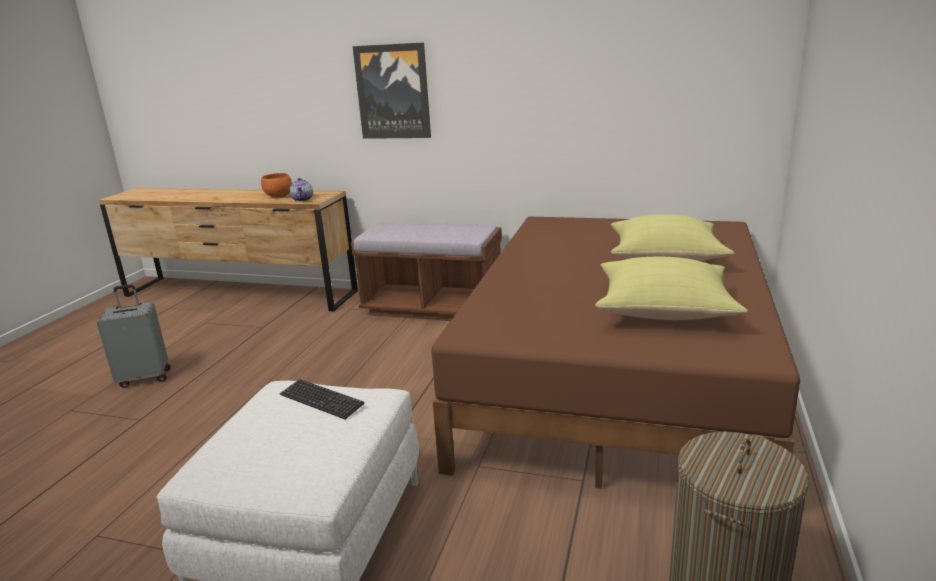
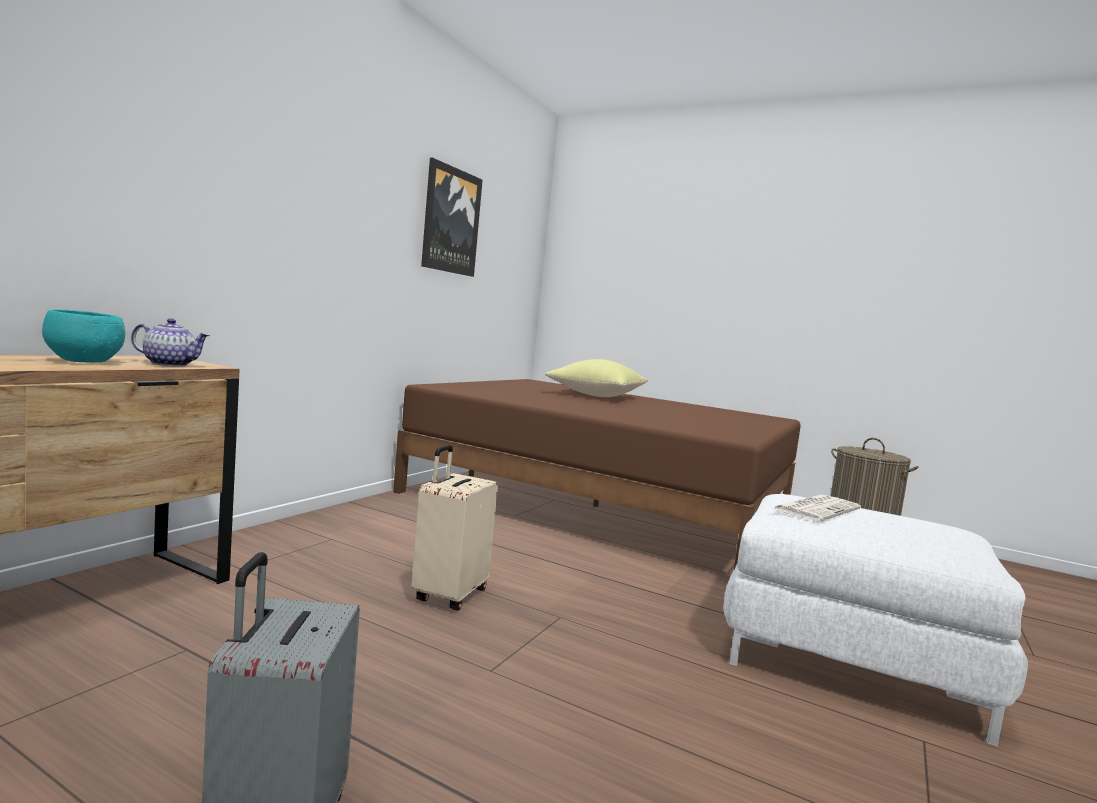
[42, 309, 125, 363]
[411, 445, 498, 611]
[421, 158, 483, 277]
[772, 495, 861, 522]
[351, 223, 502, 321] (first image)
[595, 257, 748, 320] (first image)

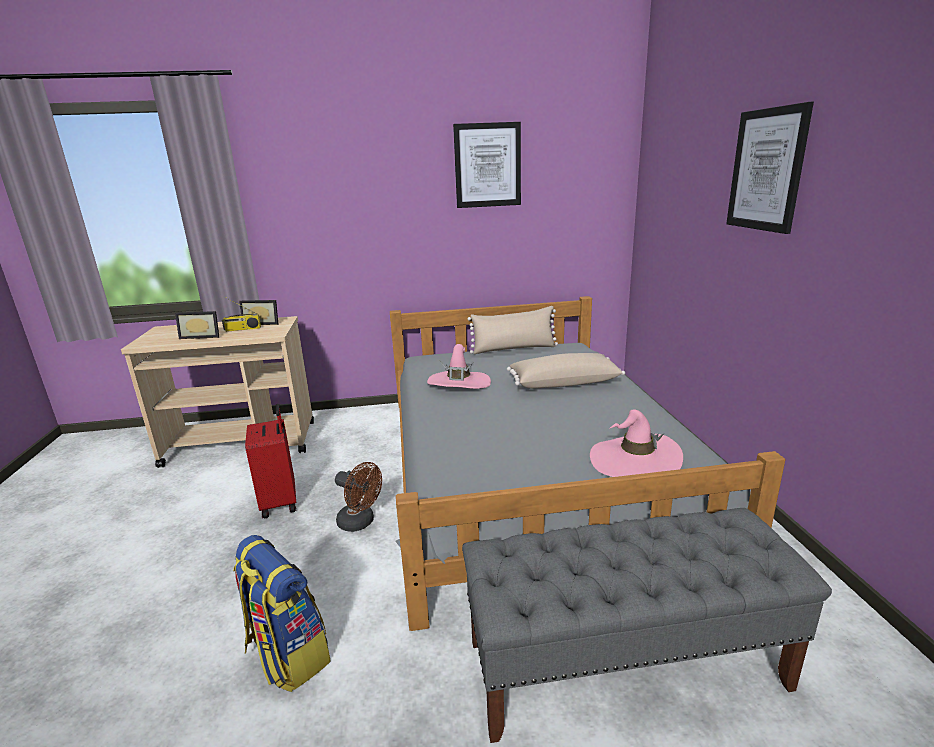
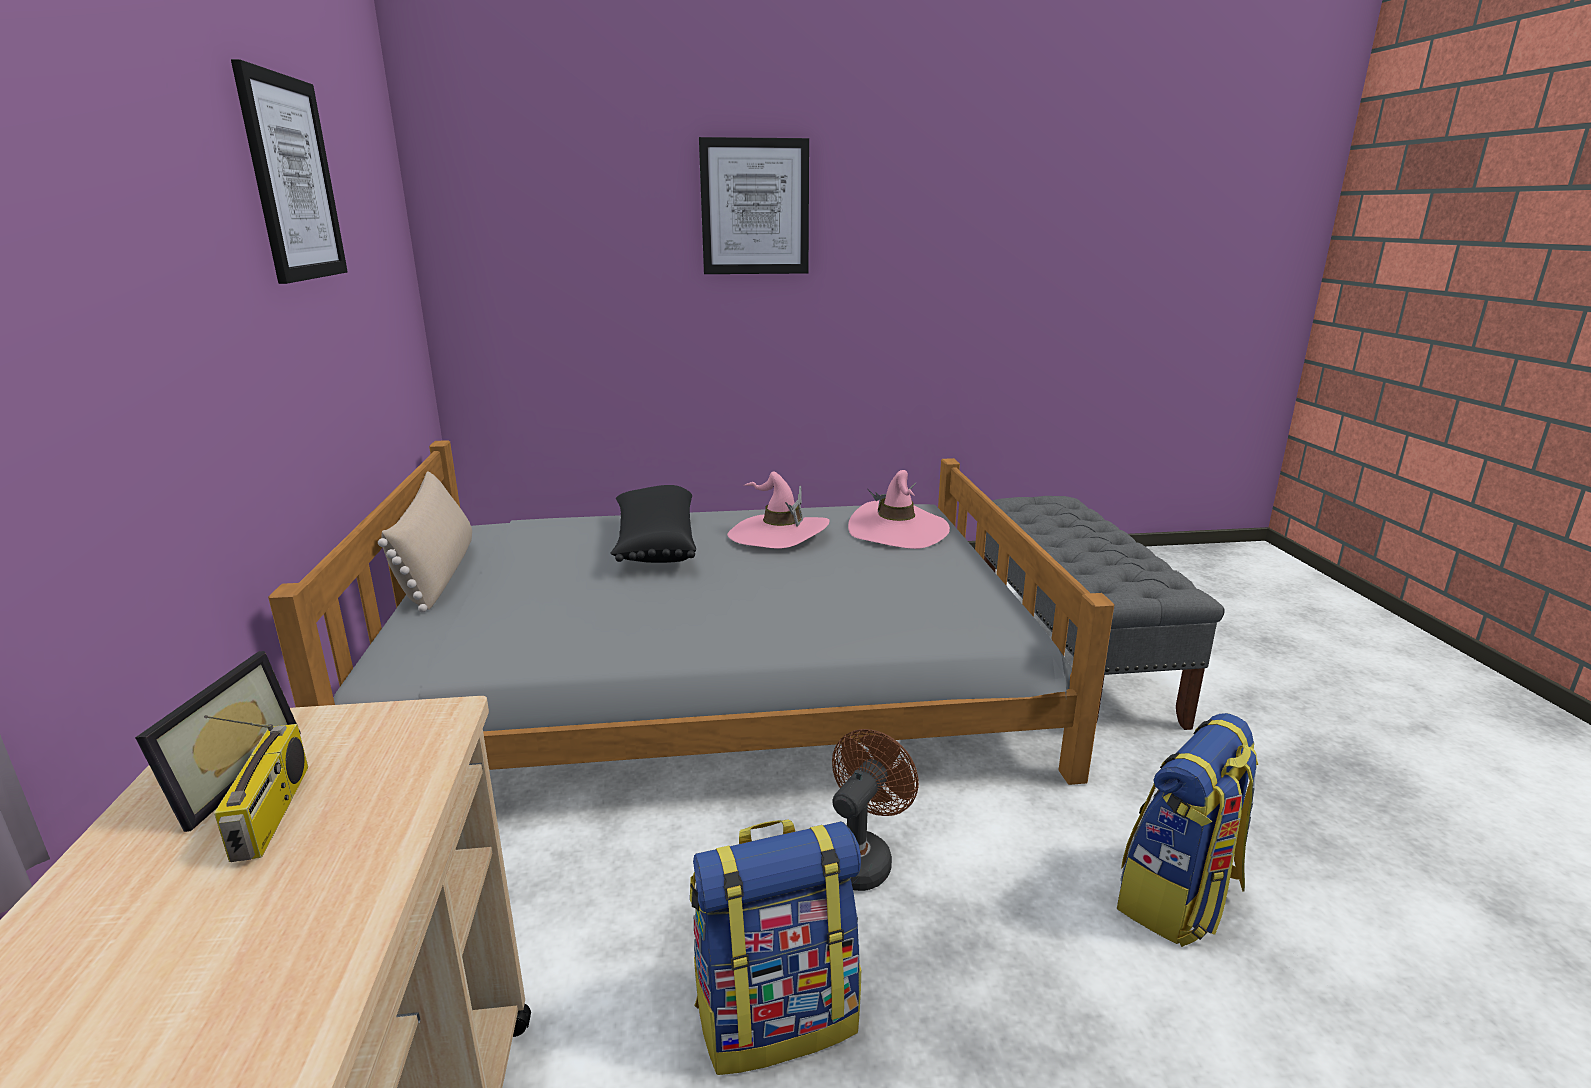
[610, 485, 696, 563]
[690, 819, 861, 1075]
[727, 472, 830, 549]
[175, 311, 219, 339] (first image)

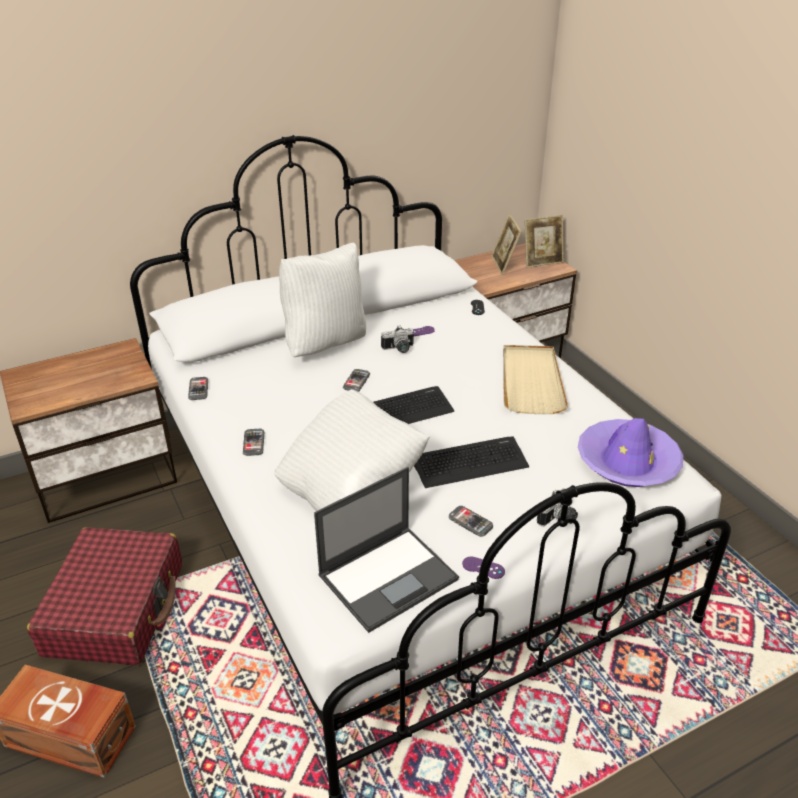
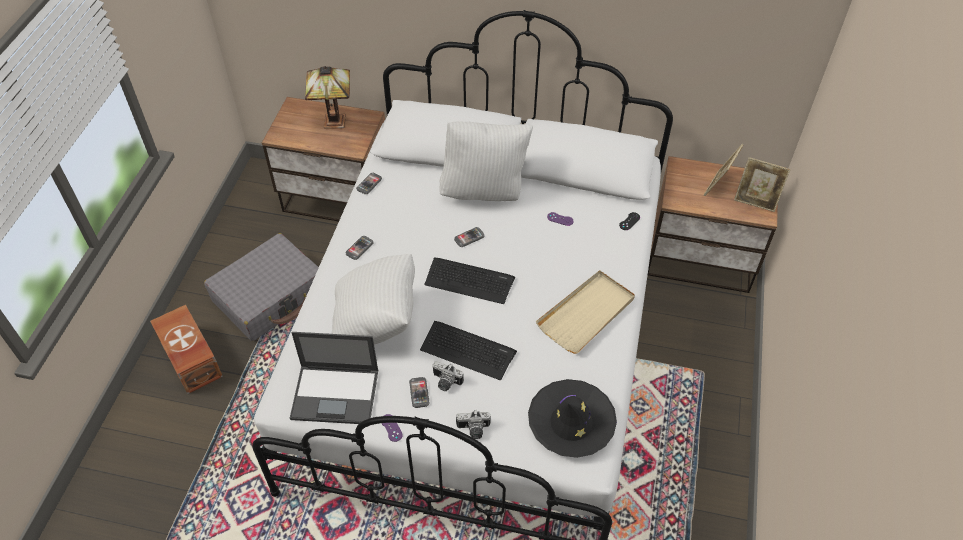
[204, 233, 319, 341]
[305, 66, 350, 129]
[433, 361, 464, 391]
[528, 379, 617, 458]

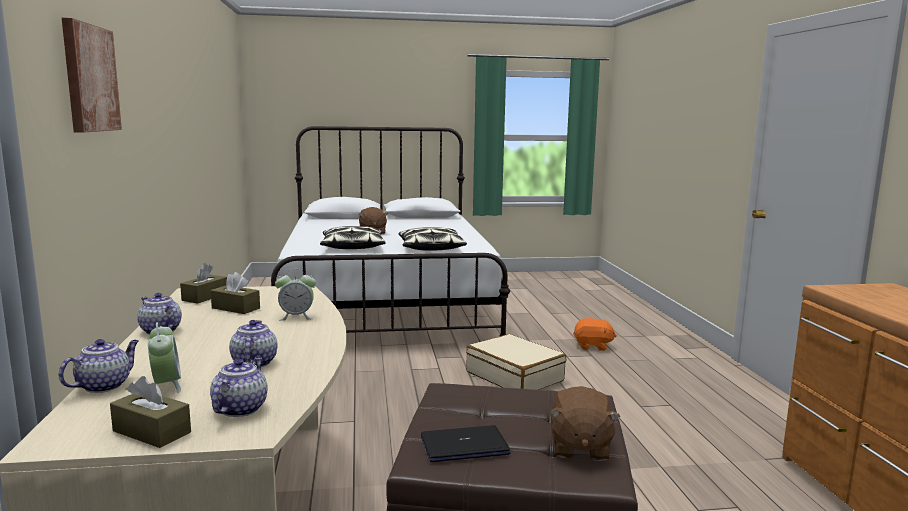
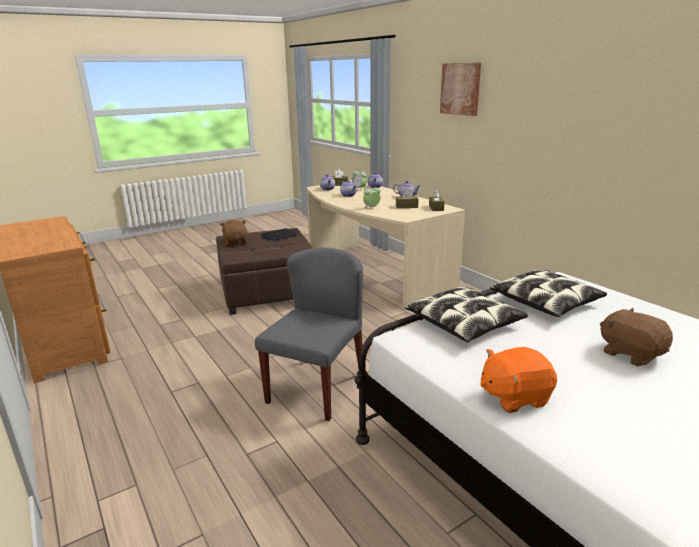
[255, 247, 363, 421]
[480, 347, 557, 413]

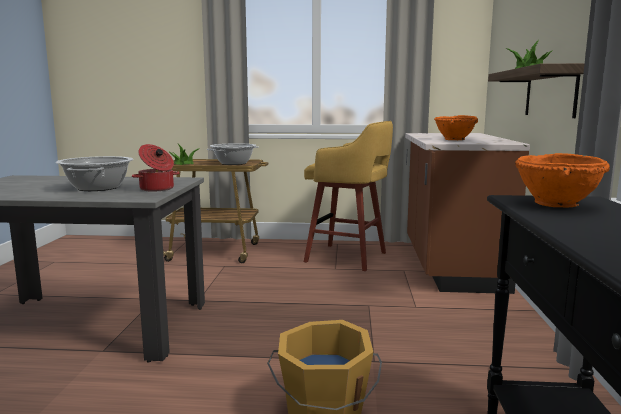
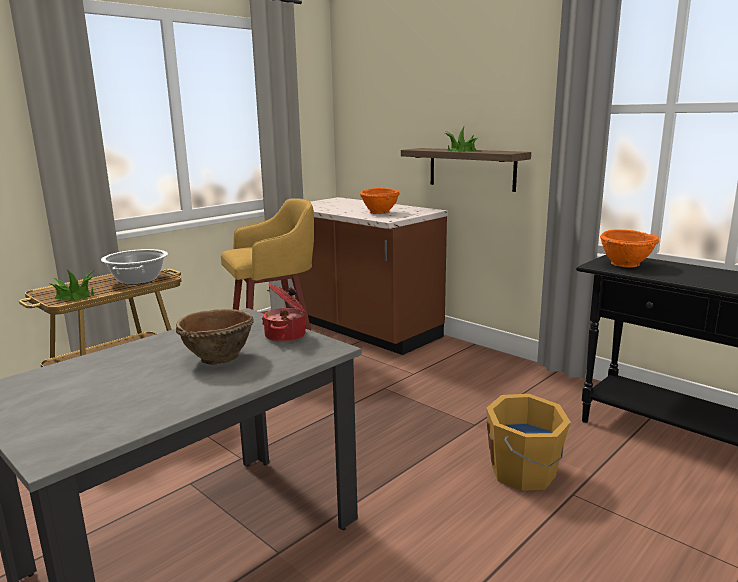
[176, 309, 254, 365]

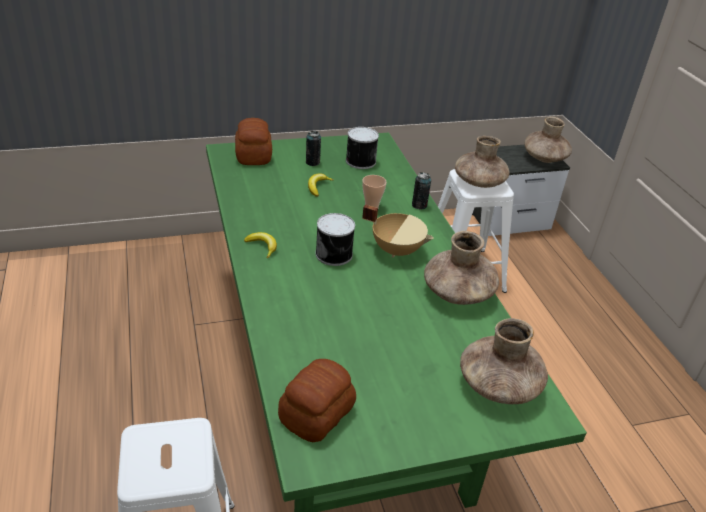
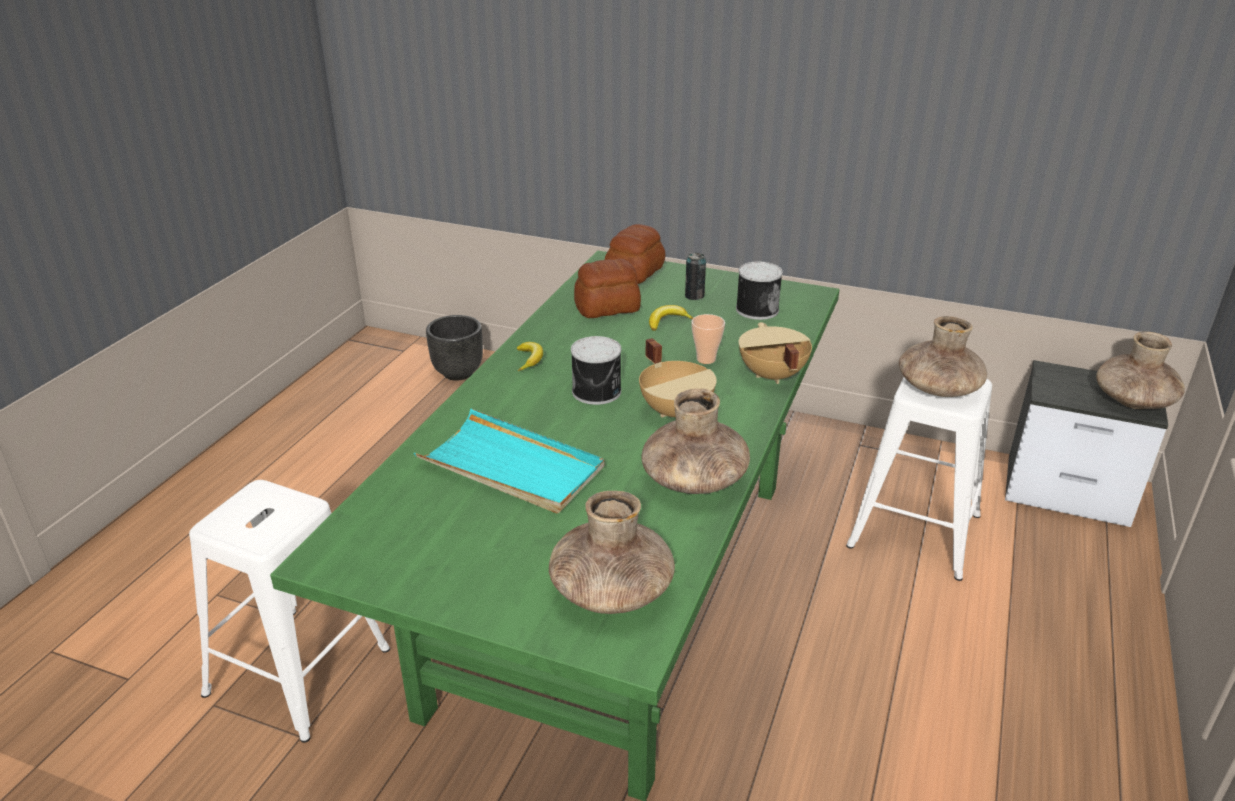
[414, 409, 604, 513]
[426, 315, 483, 381]
[574, 259, 641, 318]
[738, 322, 812, 384]

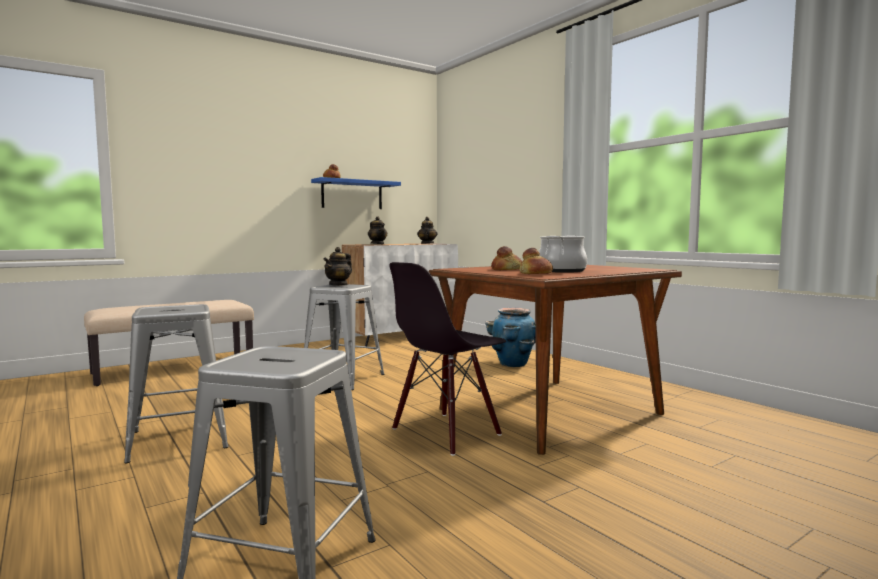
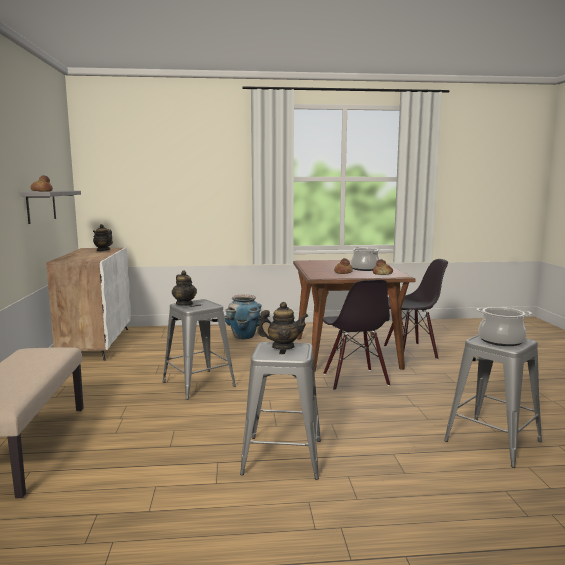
[21, 191, 81, 224]
[257, 302, 309, 350]
[384, 259, 448, 360]
[476, 307, 532, 346]

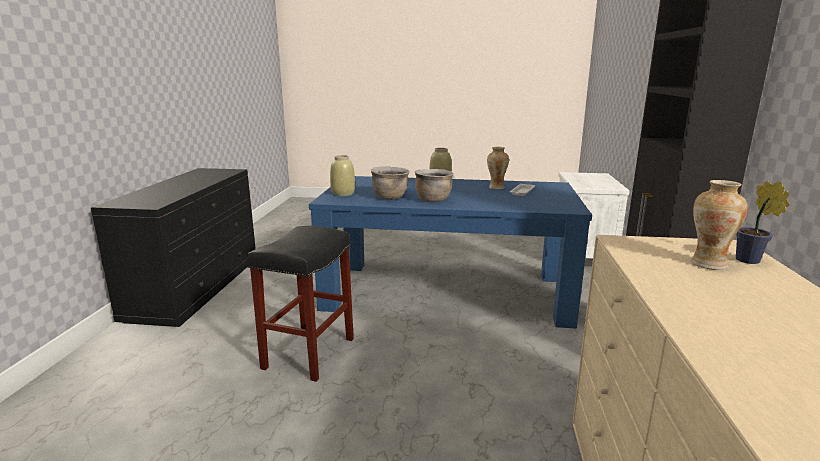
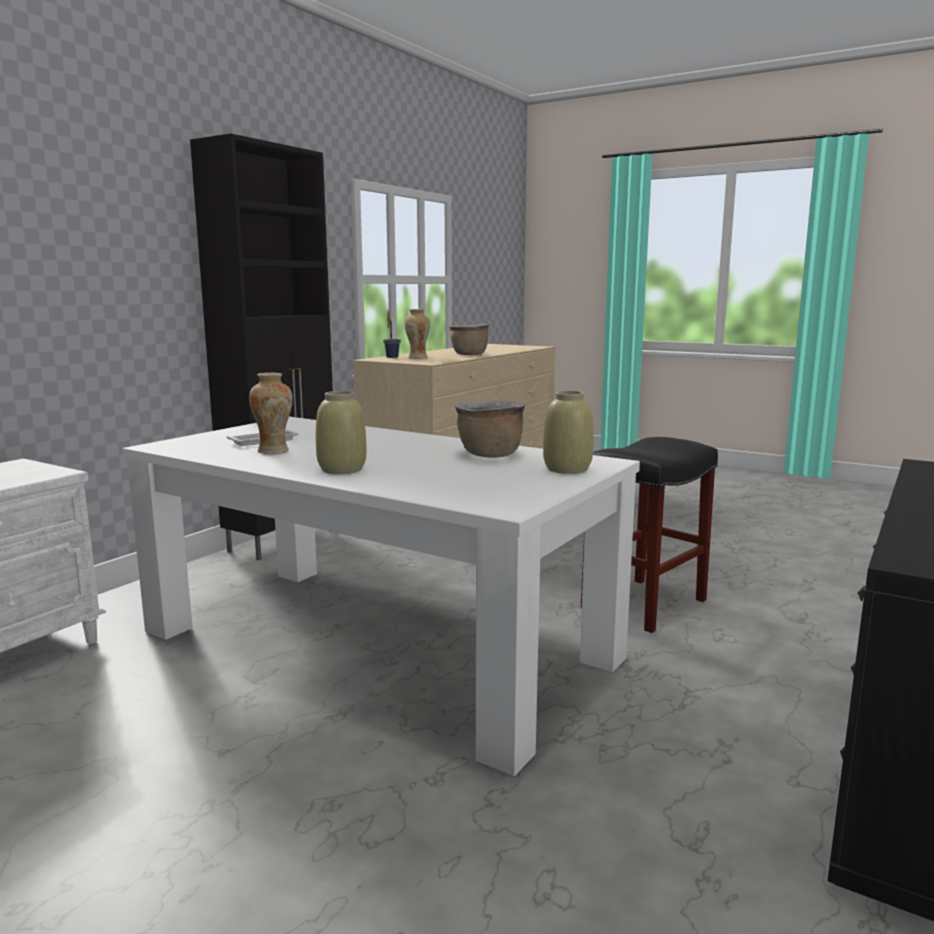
[122, 417, 640, 776]
[449, 324, 489, 355]

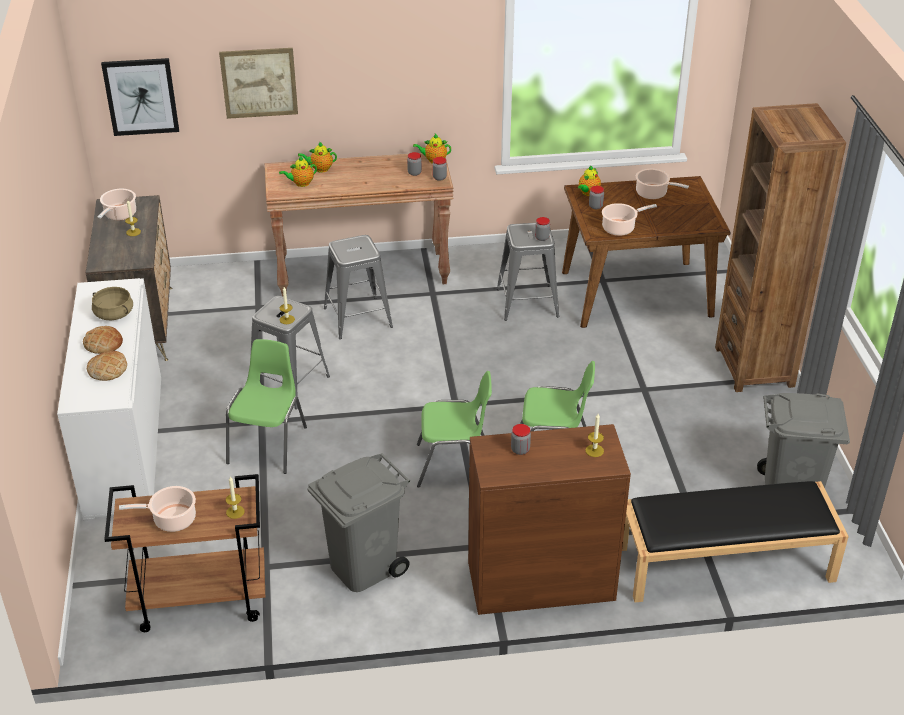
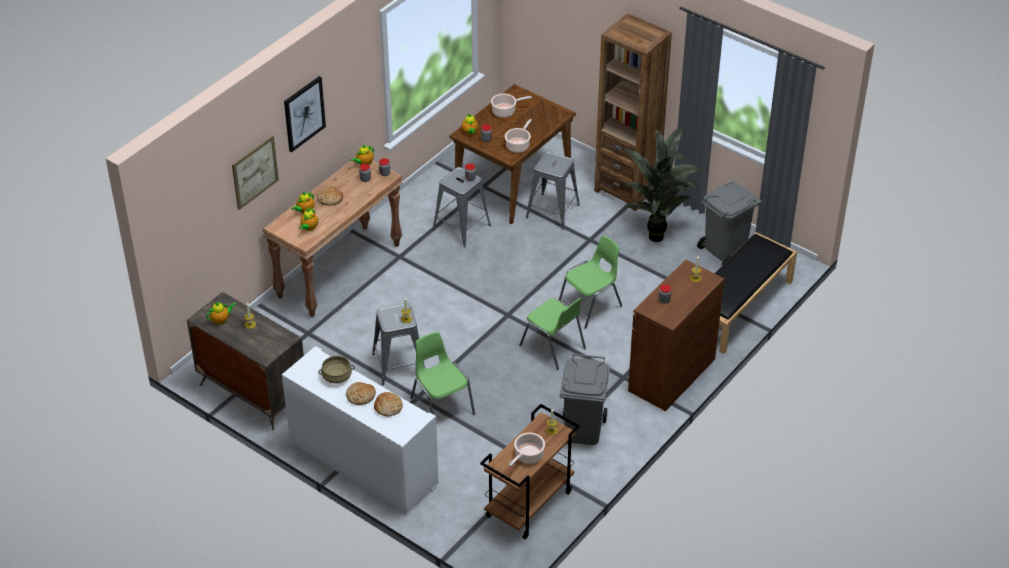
[206, 302, 237, 325]
[284, 76, 326, 152]
[317, 186, 343, 206]
[519, 298, 586, 370]
[526, 152, 580, 230]
[624, 127, 704, 242]

